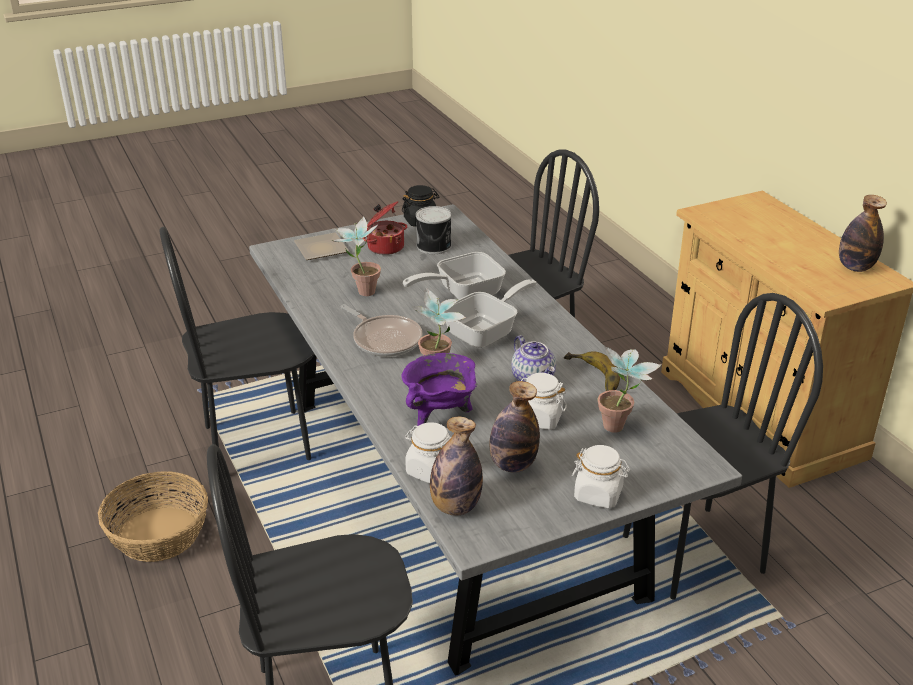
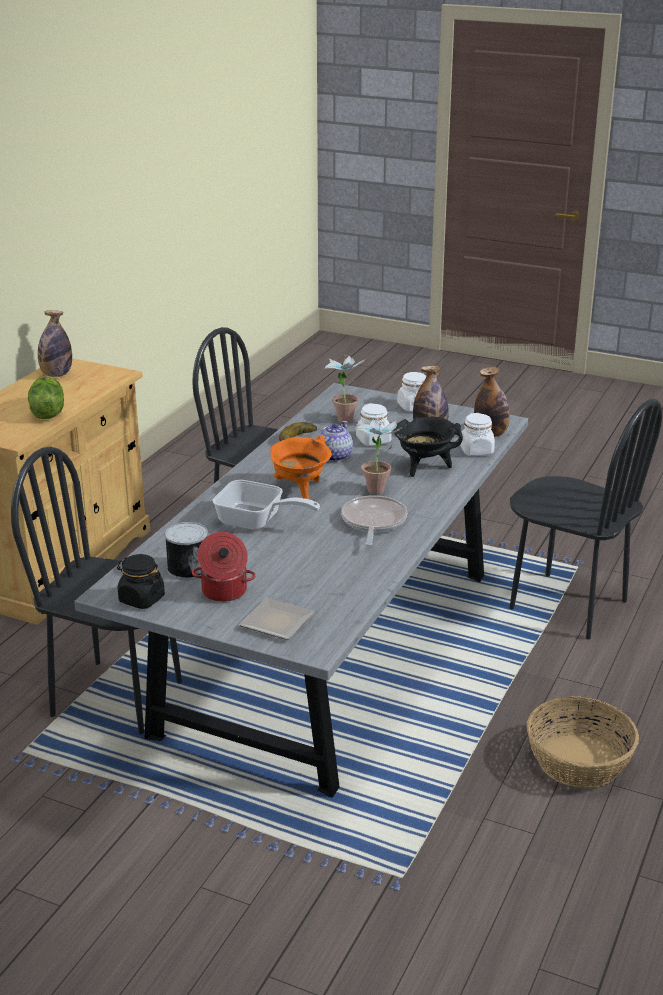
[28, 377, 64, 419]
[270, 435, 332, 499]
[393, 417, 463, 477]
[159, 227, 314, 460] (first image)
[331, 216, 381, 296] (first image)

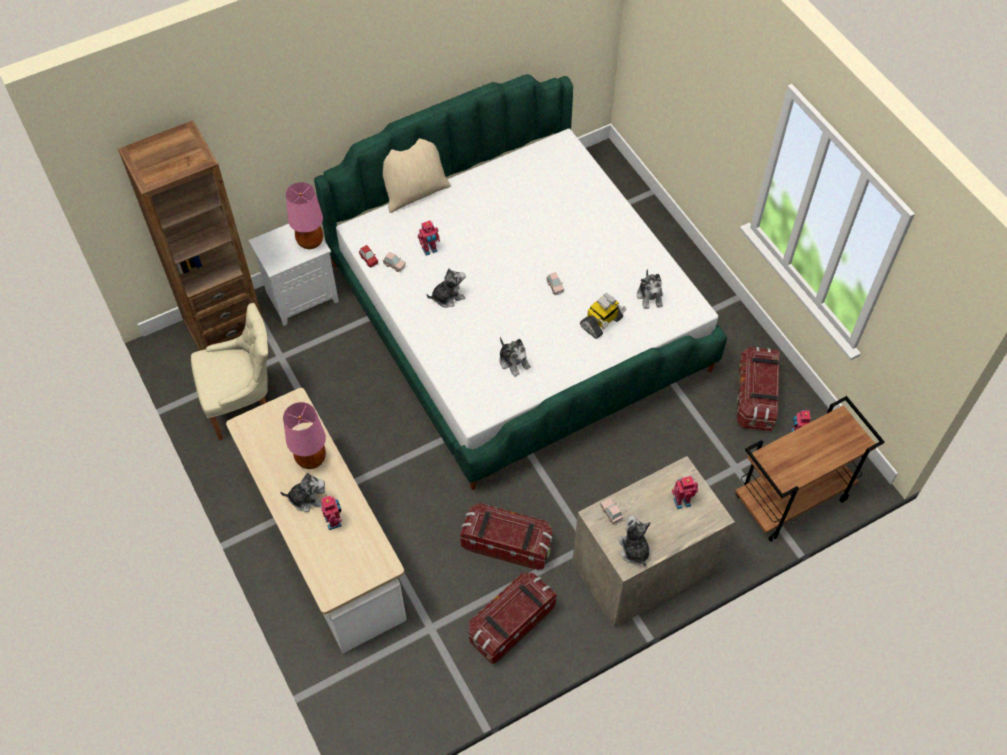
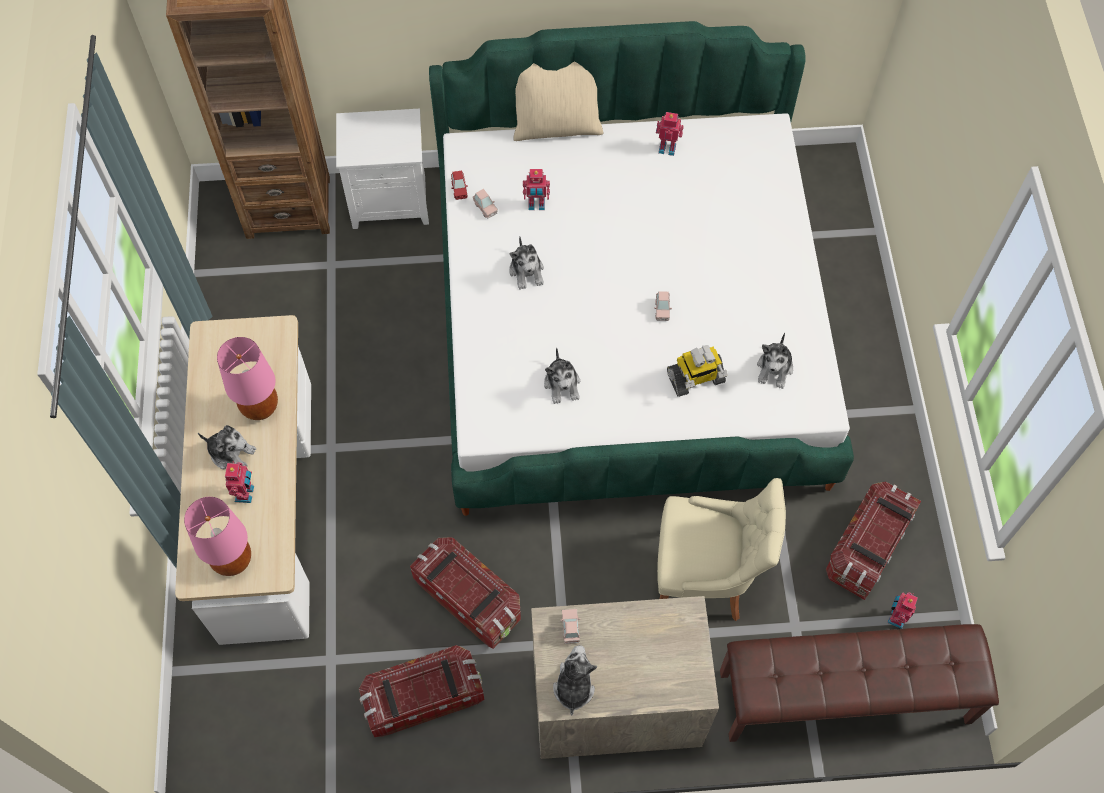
[184, 497, 251, 576]
[509, 236, 544, 290]
[656, 112, 684, 156]
[657, 478, 786, 621]
[720, 624, 999, 742]

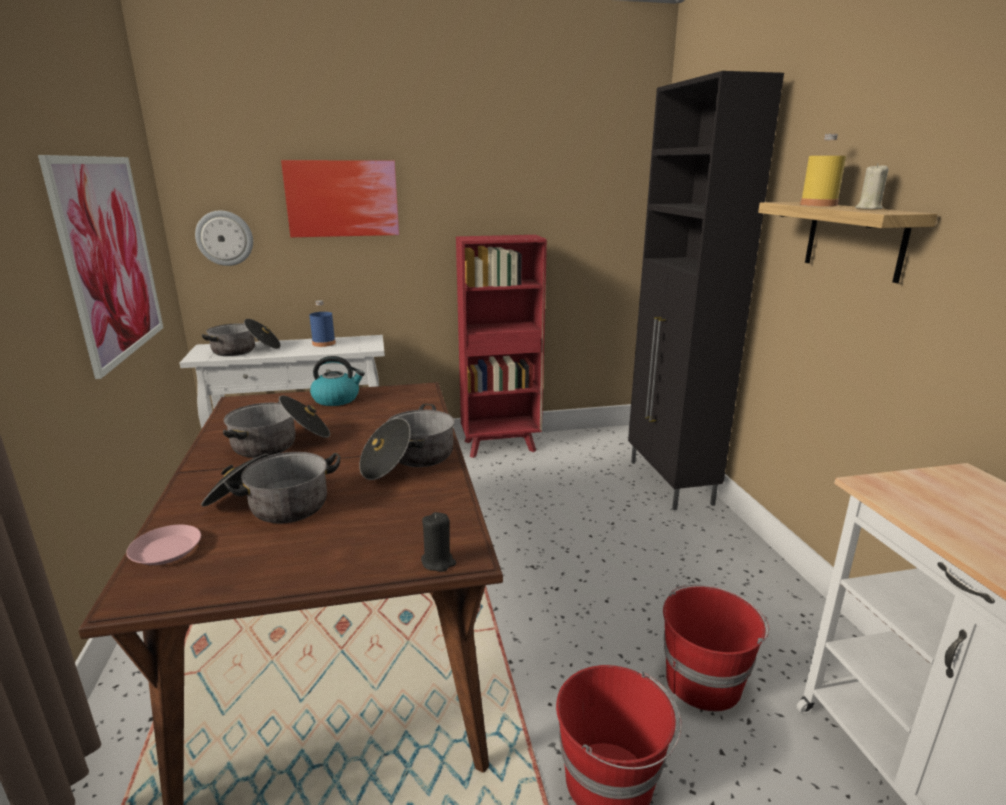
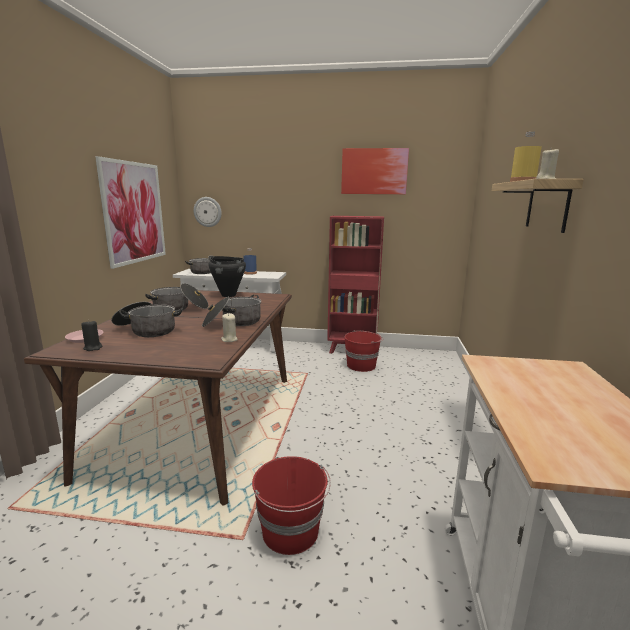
[81, 321, 103, 351]
[209, 256, 246, 297]
[221, 313, 238, 342]
[341, 148, 409, 194]
[345, 330, 383, 372]
[628, 71, 784, 510] (first image)

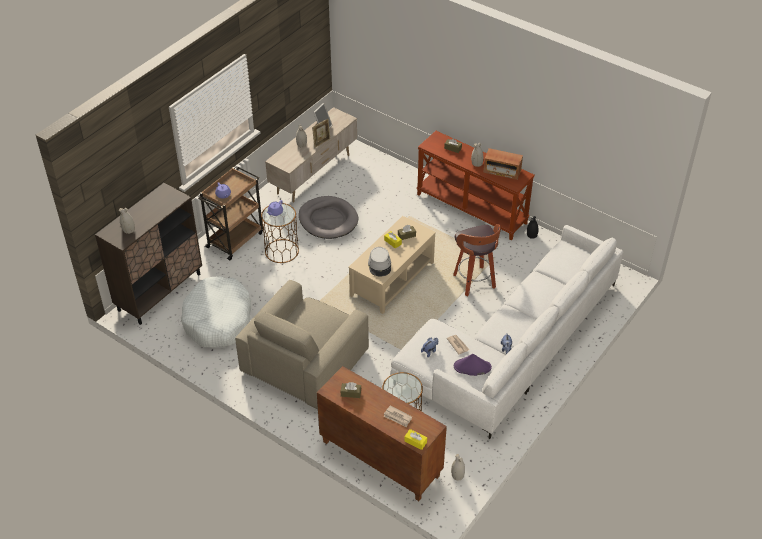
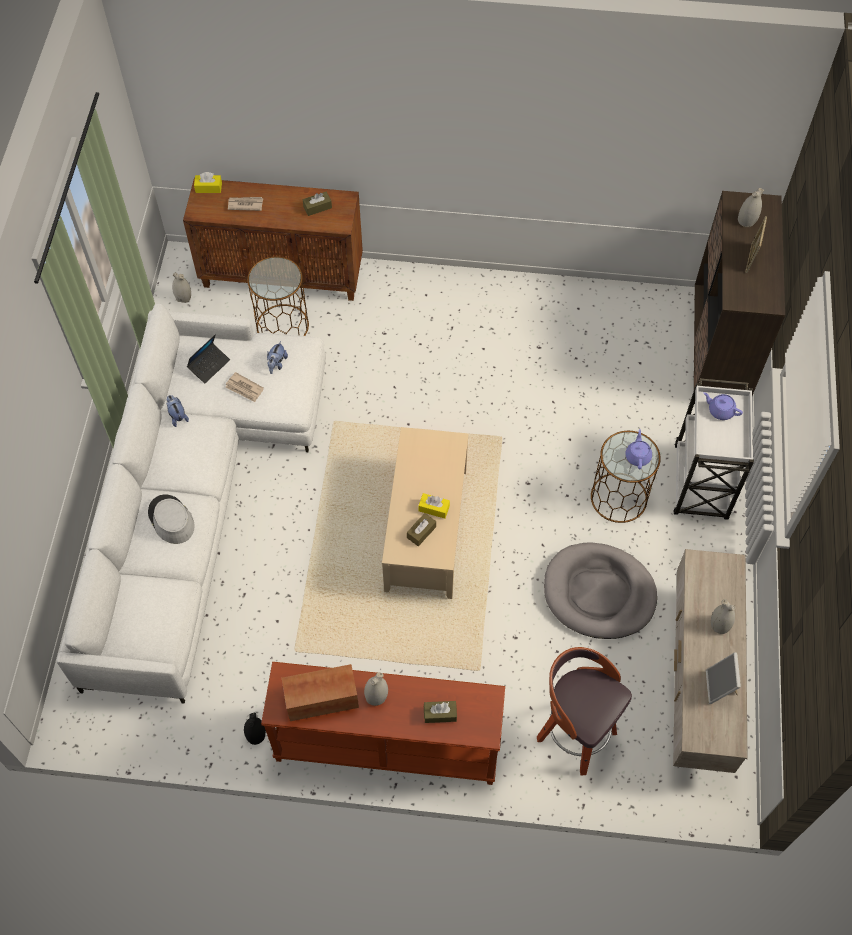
[148, 494, 195, 544]
[187, 334, 230, 383]
[537, 647, 632, 776]
[673, 378, 754, 520]
[746, 216, 767, 273]
[181, 276, 251, 348] (first image)
[235, 280, 369, 409] (first image)

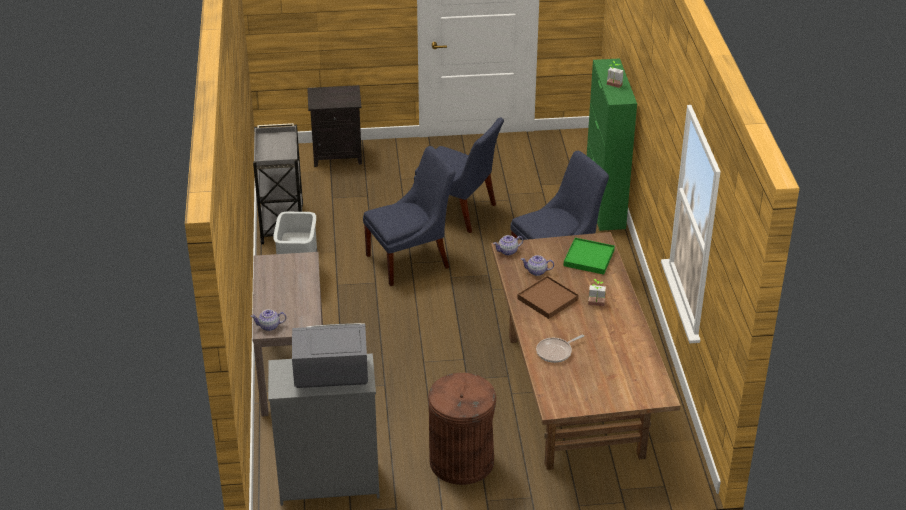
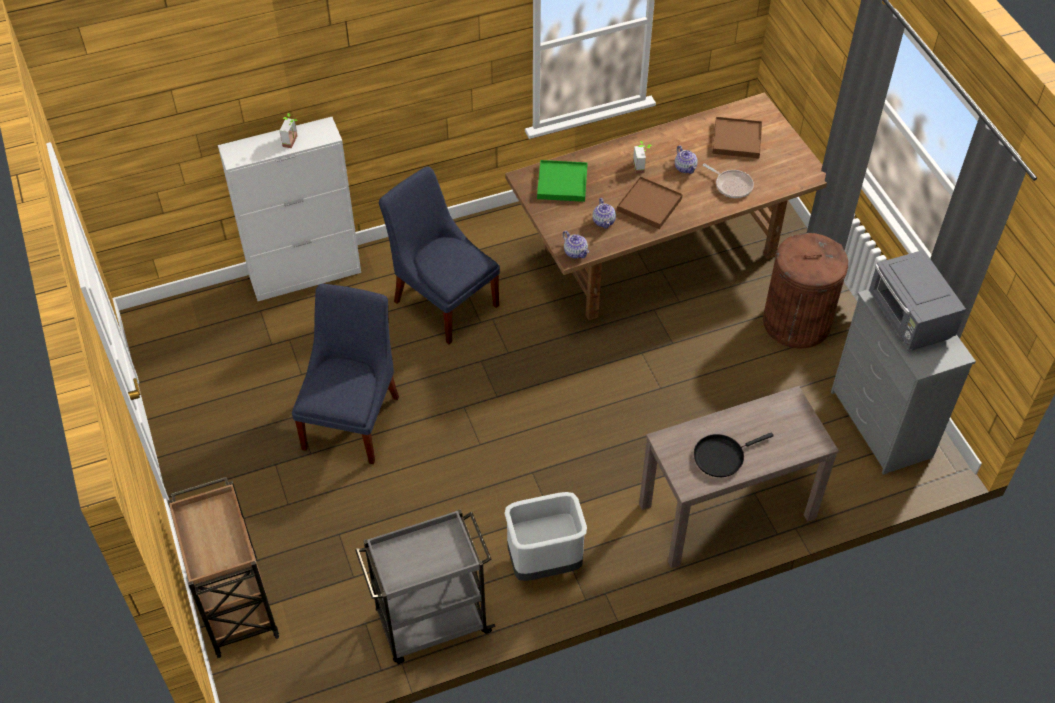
[168, 477, 279, 658]
[218, 117, 361, 301]
[675, 146, 698, 174]
[694, 433, 773, 477]
[712, 117, 762, 158]
[363, 146, 455, 286] (first image)

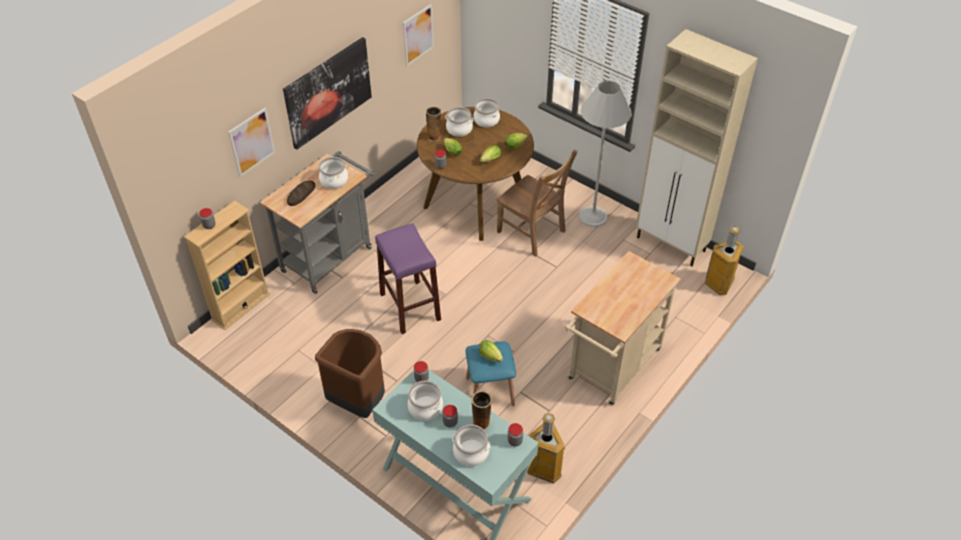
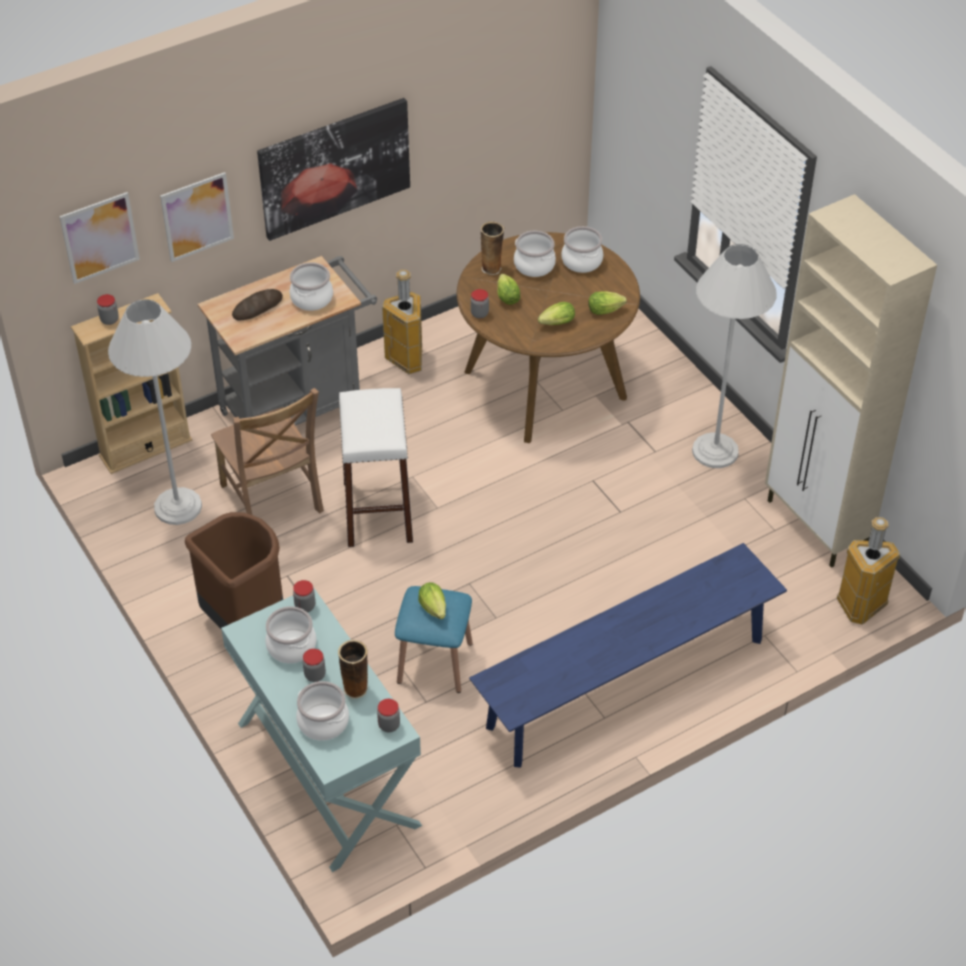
[59, 192, 140, 284]
[108, 299, 202, 525]
[211, 388, 324, 515]
[339, 388, 413, 547]
[382, 270, 422, 374]
[469, 543, 787, 768]

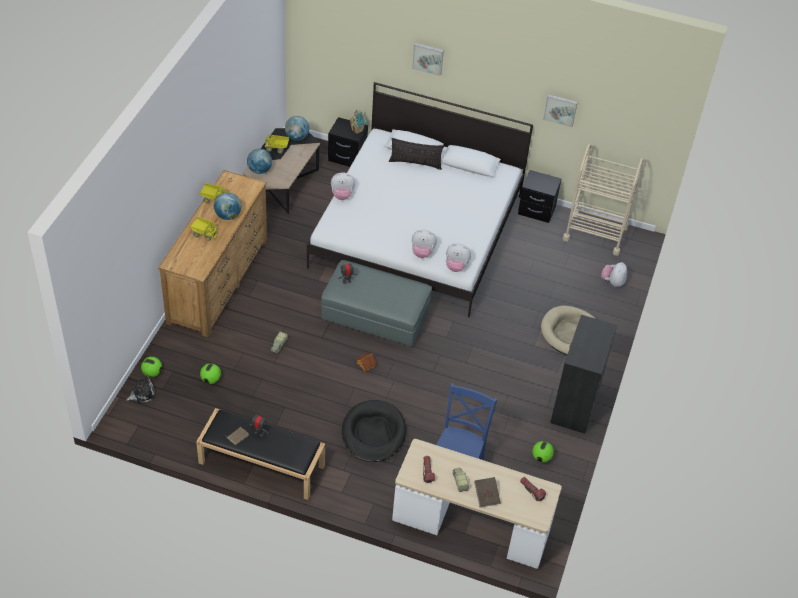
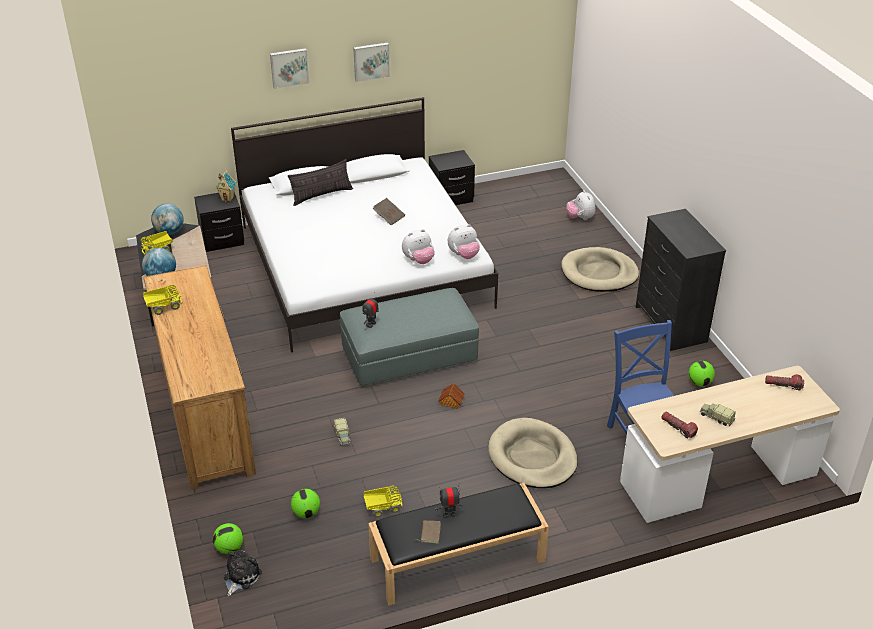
[353, 43, 390, 82]
[363, 486, 403, 518]
[373, 198, 405, 225]
[488, 418, 578, 488]
[214, 192, 241, 220] (first image)
[331, 172, 355, 200] (first image)
[563, 144, 644, 256] (first image)

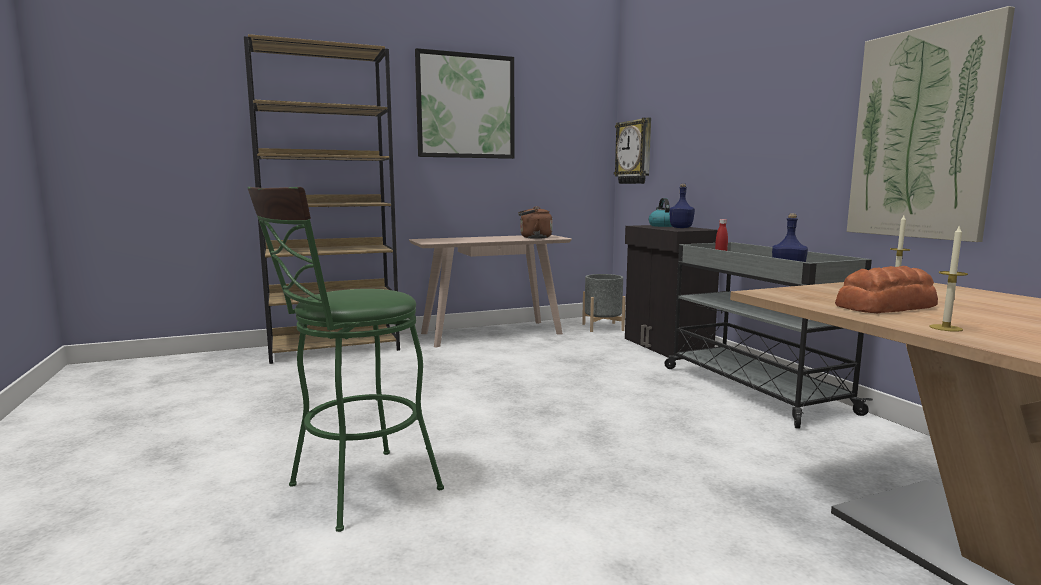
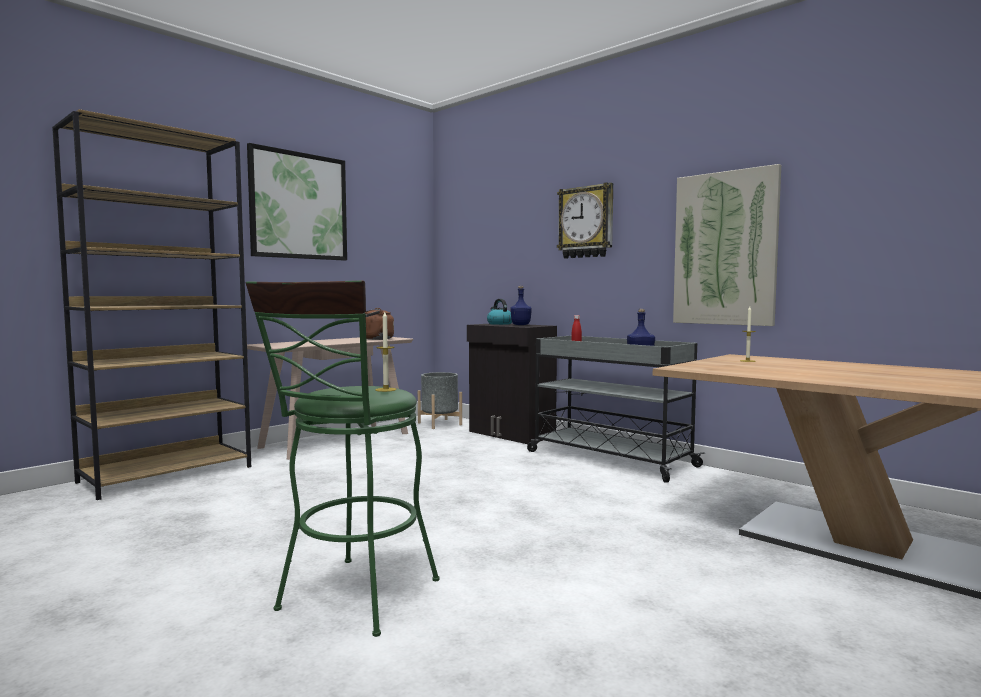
[375, 312, 397, 392]
[557, 182, 613, 258]
[835, 266, 938, 313] (first image)

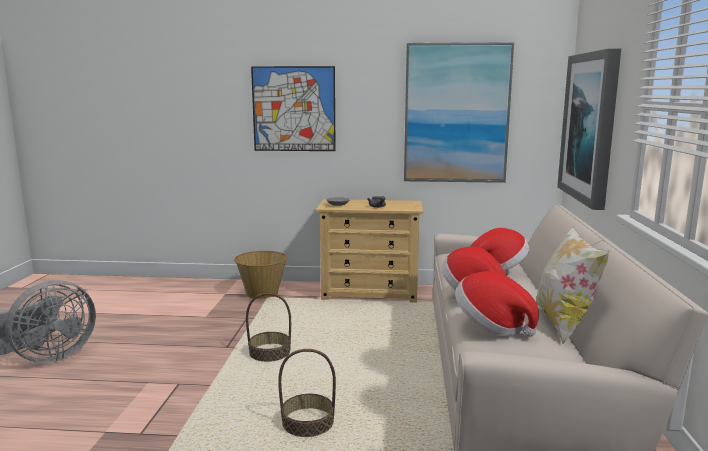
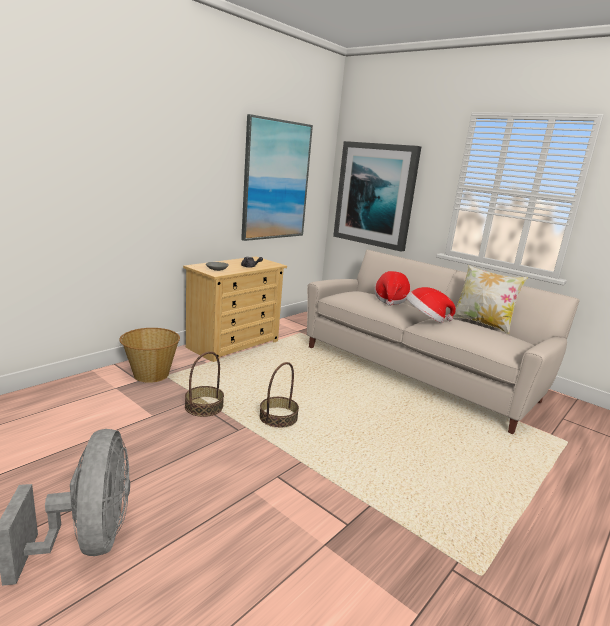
[185, 351, 224, 417]
[251, 66, 336, 151] (first image)
[455, 271, 539, 337] (first image)

